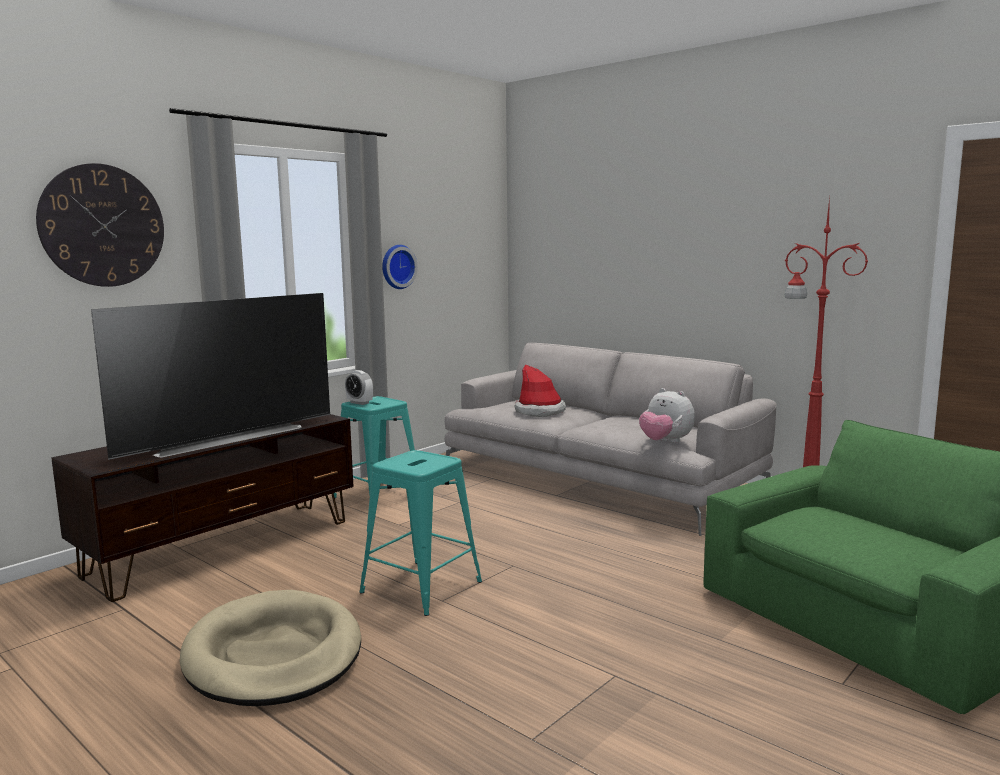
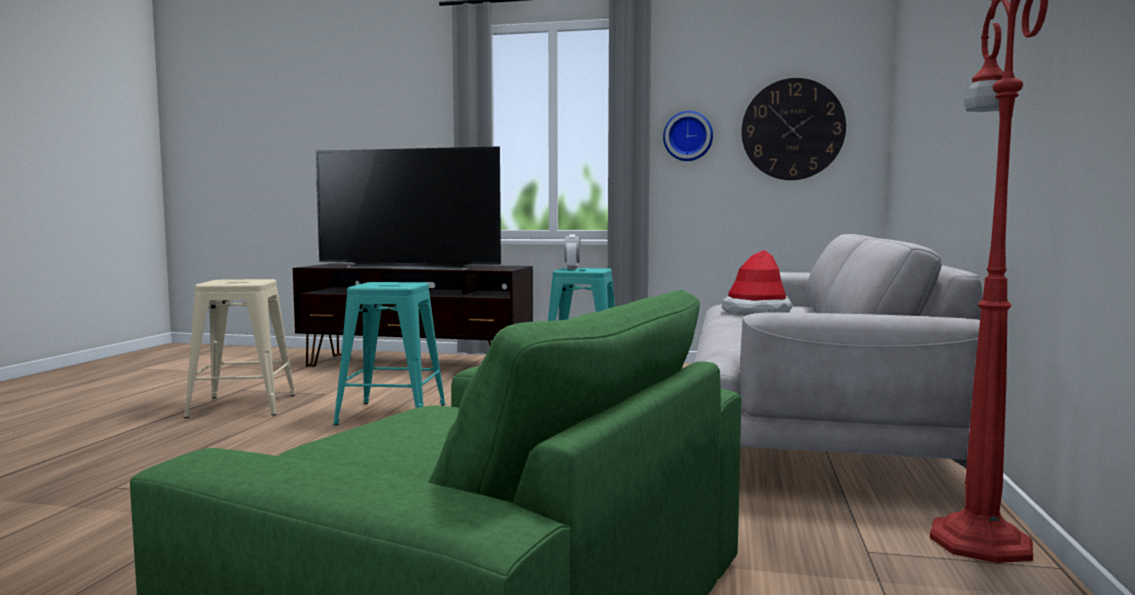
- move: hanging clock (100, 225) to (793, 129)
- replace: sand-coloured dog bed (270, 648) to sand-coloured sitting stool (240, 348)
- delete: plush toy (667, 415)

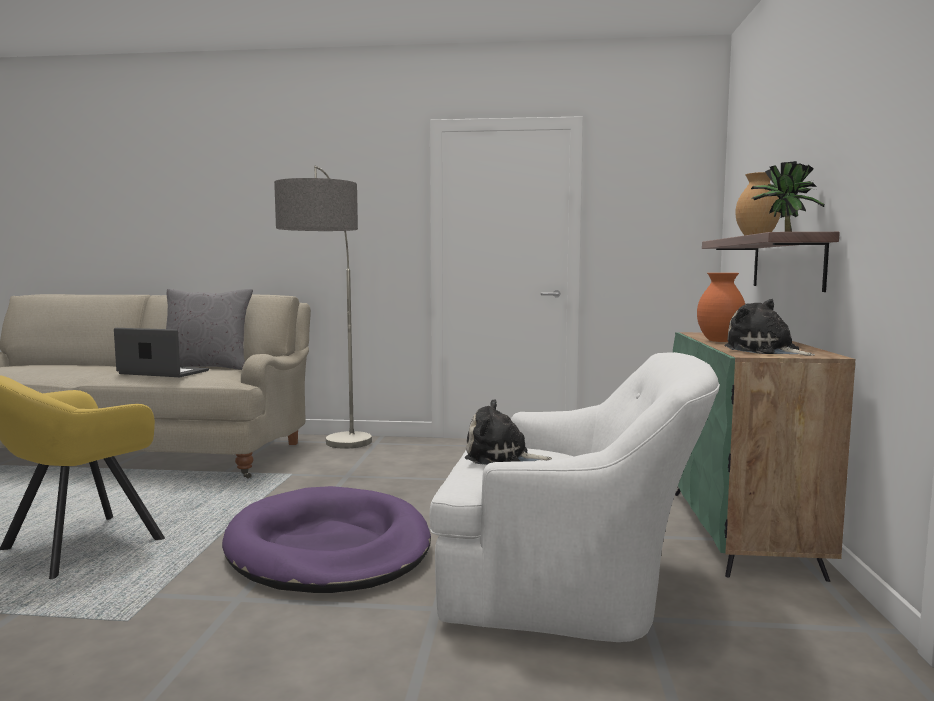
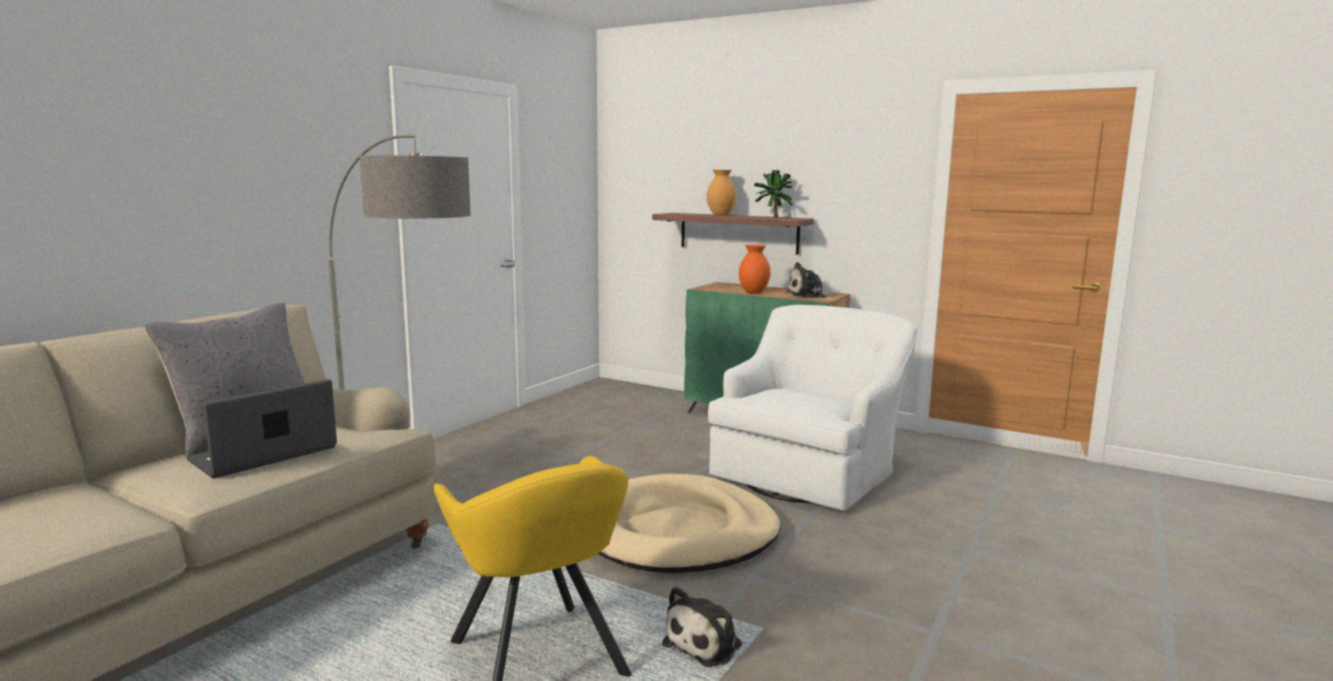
- recolor: purple dog bed (326, 539) to sand-coloured dog bed (689, 523)
- move: plush toy (508, 432) to (702, 626)

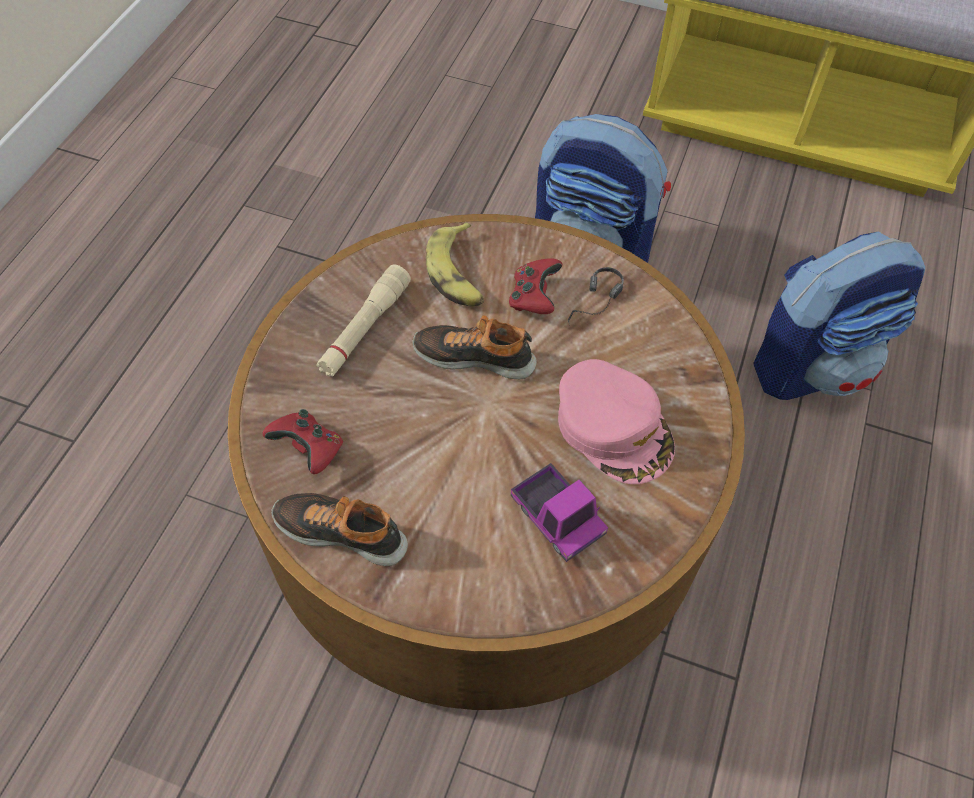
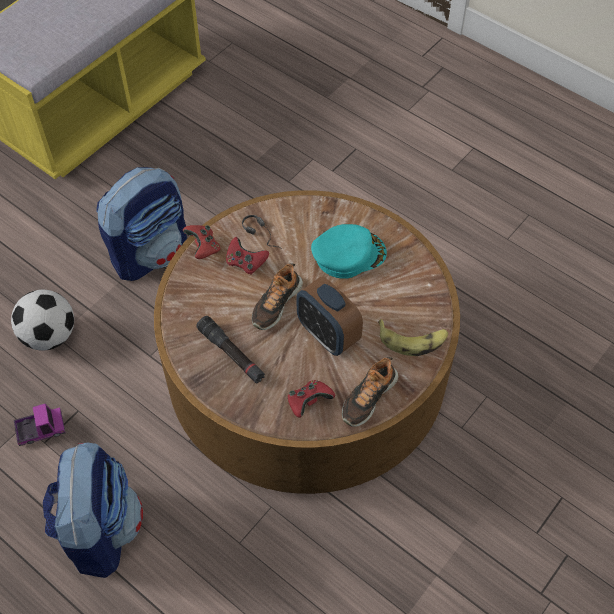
- recolor: sand-coloured hand torch (363, 320) to black hand torch (230, 349)
- move: whole banana (455, 264) to (413, 337)
- move: toy lorry (559, 512) to (39, 425)
- recolor: pink baseball cap (616, 421) to blue-green baseball cap (349, 251)
- move: knapsack (839, 316) to (93, 510)
- insert: football ball (42, 320)
- insert: reddish joypad (201, 242)
- insert: table clock (330, 316)

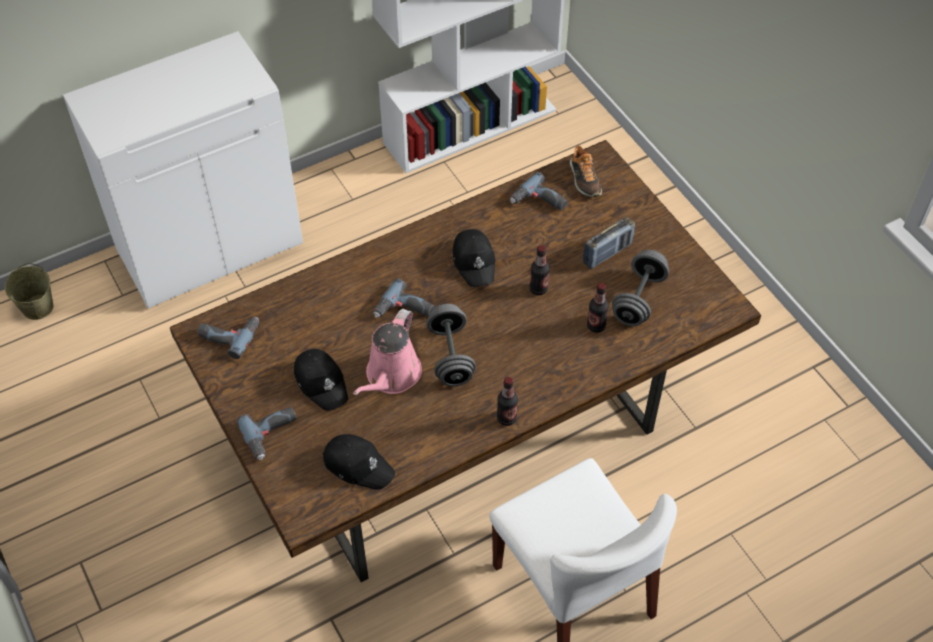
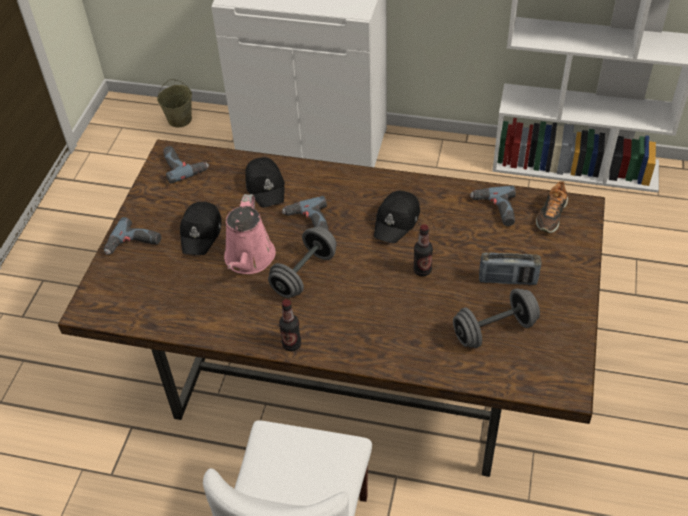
- move: black baseball cap (359, 462) to (265, 182)
- rotate: pink watering can (387, 352) = (250, 234) 60 degrees counterclockwise
- delete: drink bottle (598, 308)

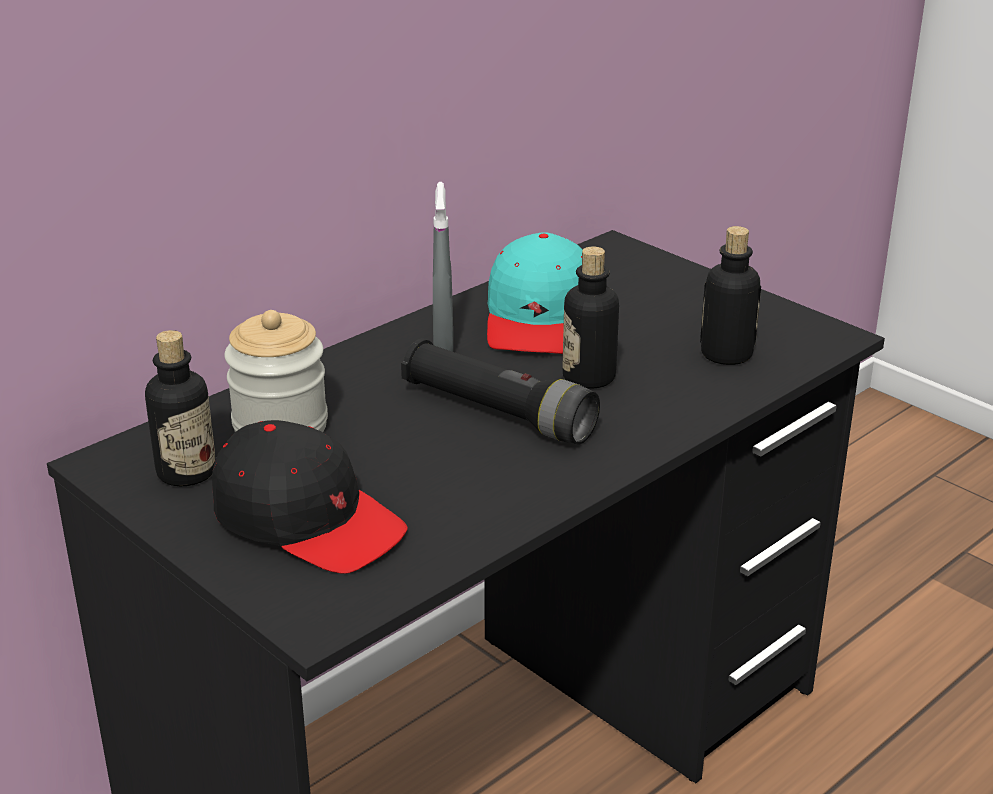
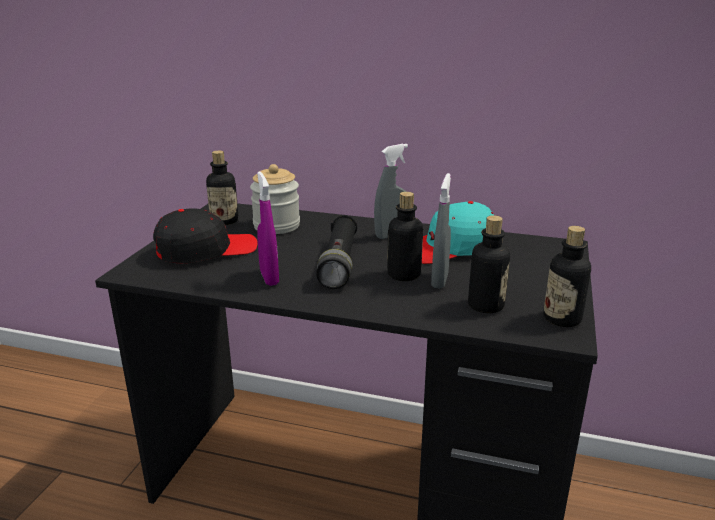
- rotate: black baseball cap (310, 497) = (205, 235) 120 degrees counterclockwise
- insert: purple sprayer (268, 229)
- insert: grey sprayer (441, 230)
- insert: drink bottle (567, 276)

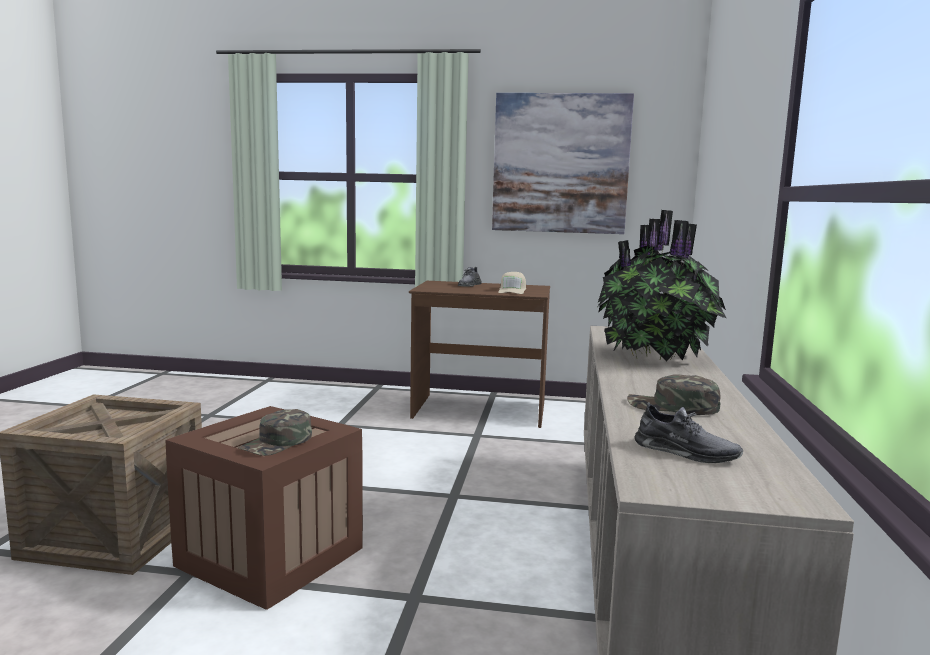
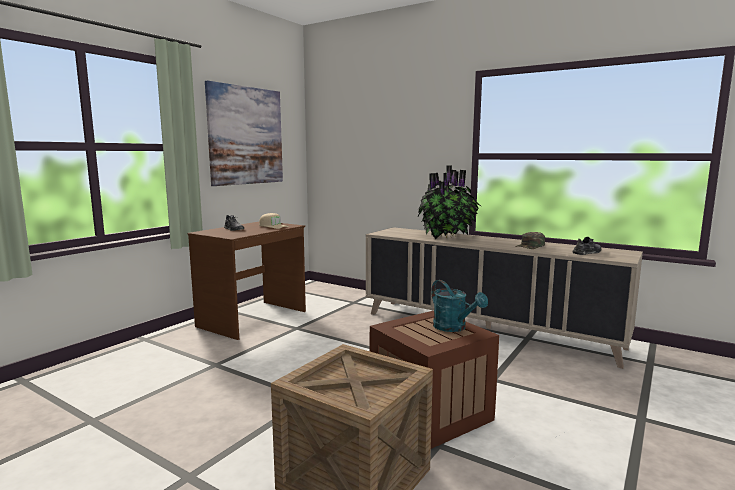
- replace: green baseball cap (275, 432) to blue-green watering can (459, 306)

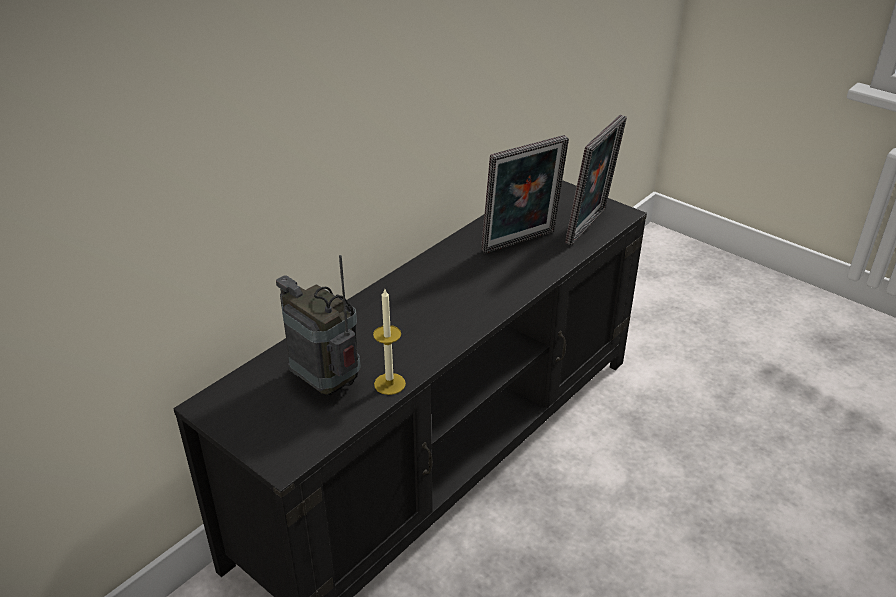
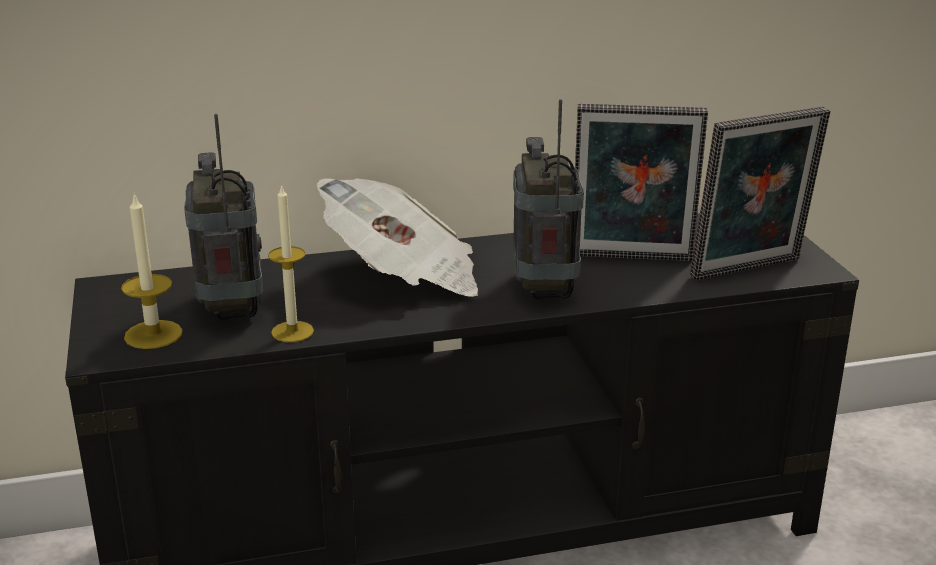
- insert: wax light (152, 271)
- insert: printed paper (397, 237)
- insert: radio receiver (548, 199)

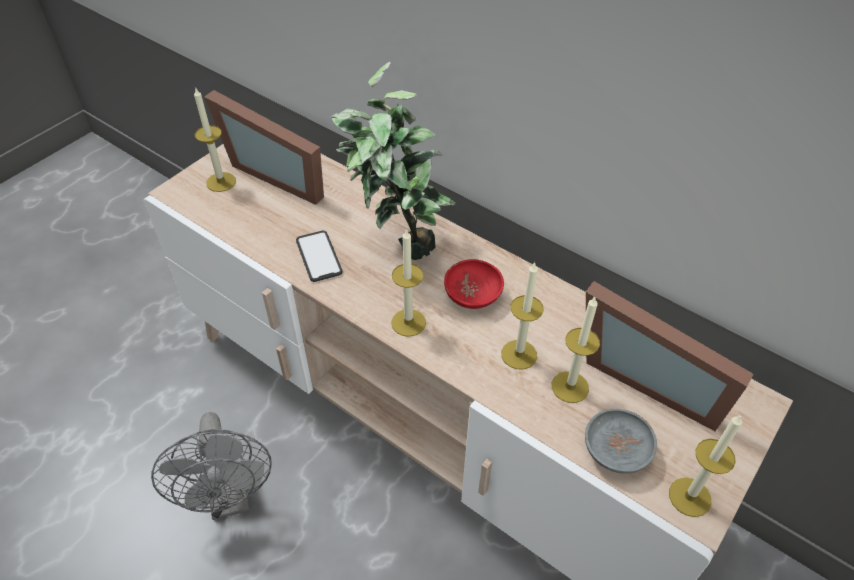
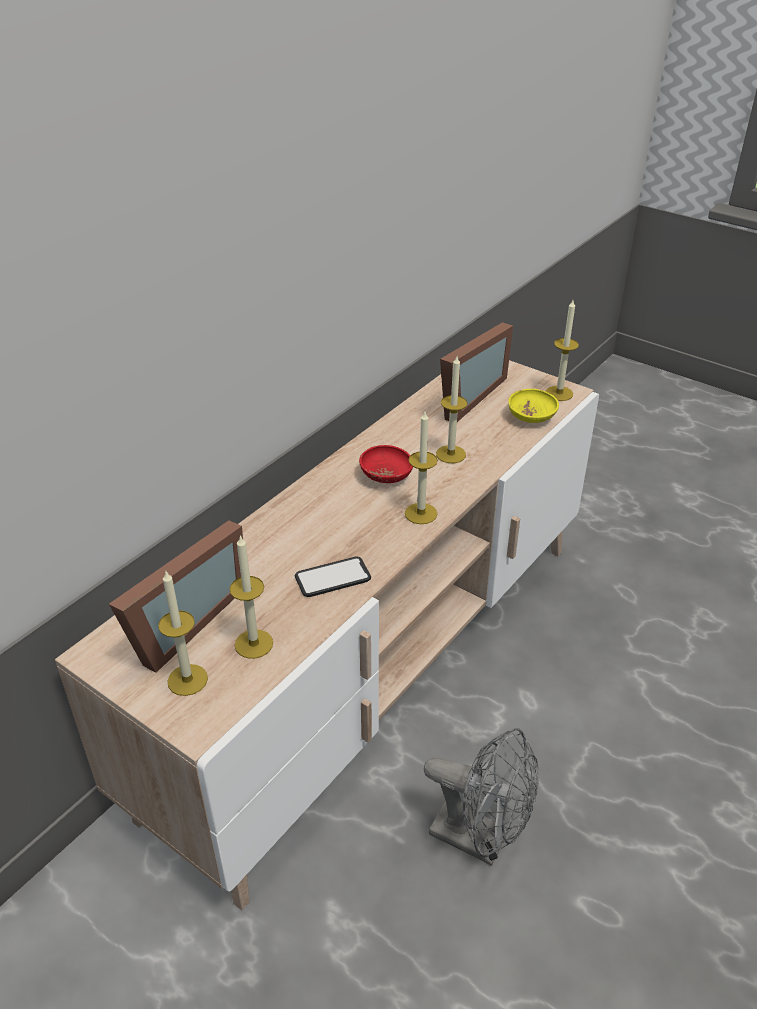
- rotate: grey cooling fan (211, 466) = (481, 797) 45 degrees clockwise
- delete: houseplant (392, 161)
- move: wax light (576, 350) to (251, 597)
- recolor: grey deep dish (621, 441) to yellow deep dish (533, 406)

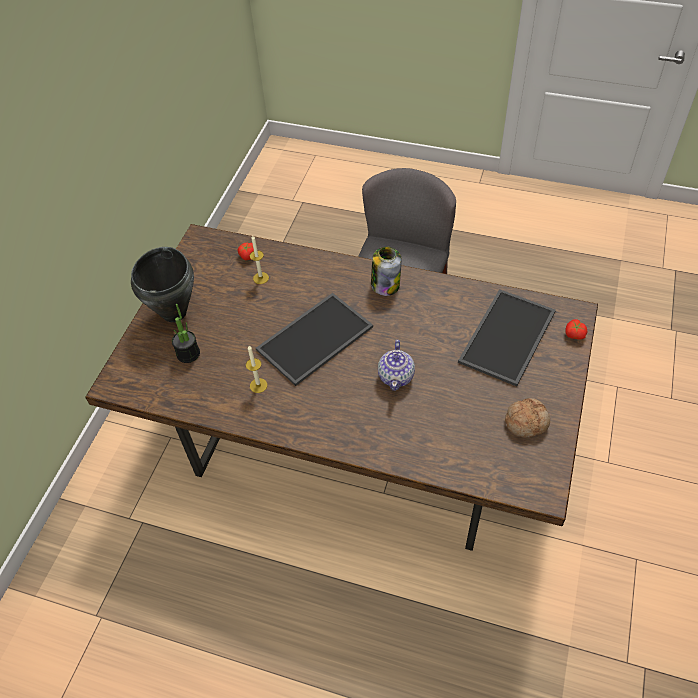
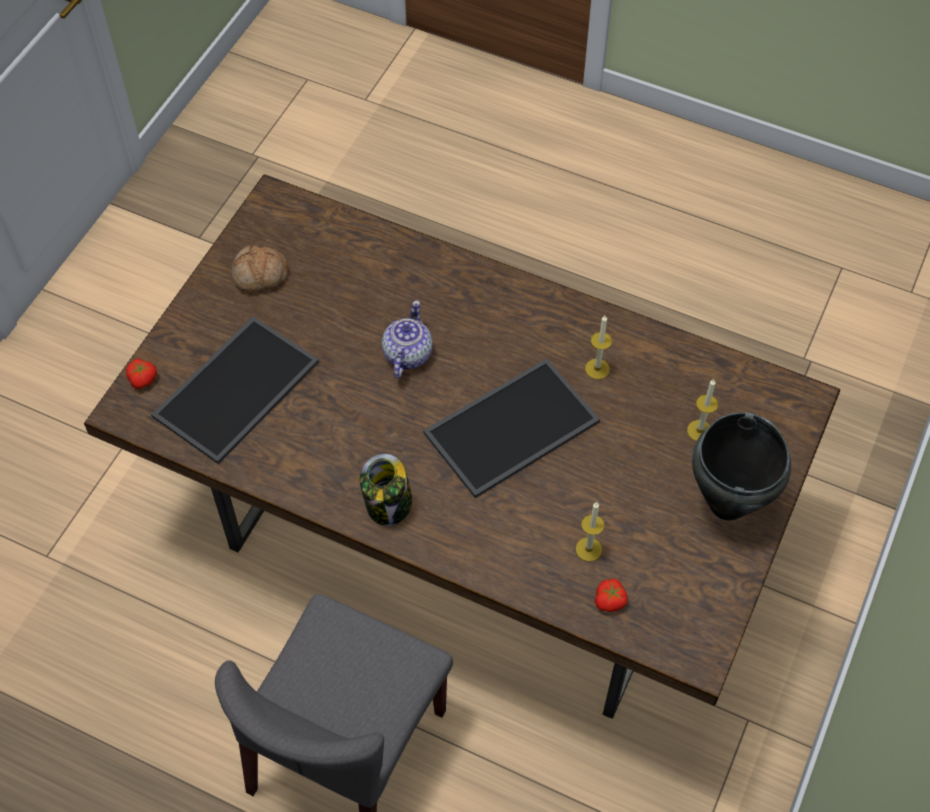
- replace: houseplant (186, 333) to wax light (702, 410)

